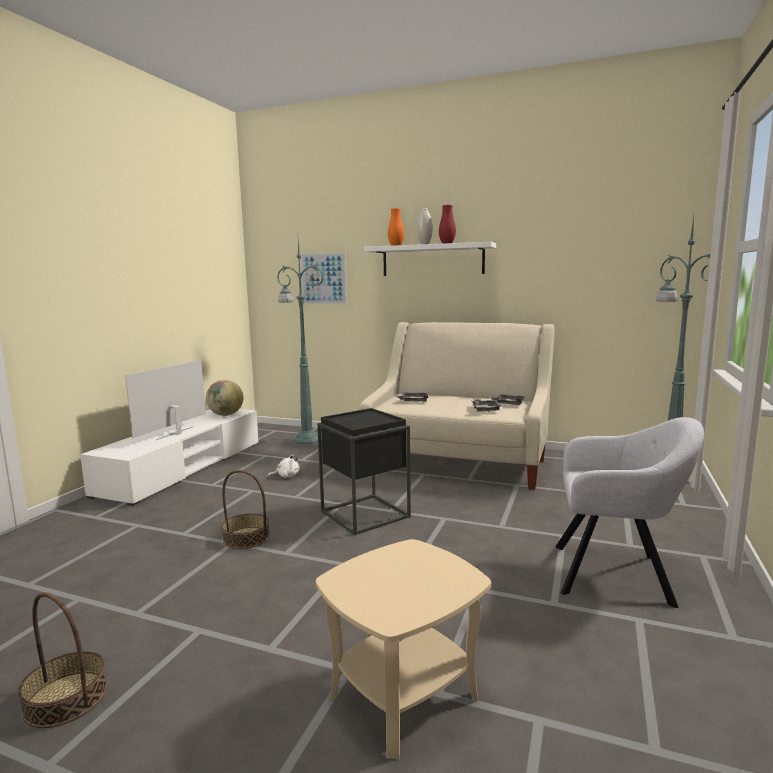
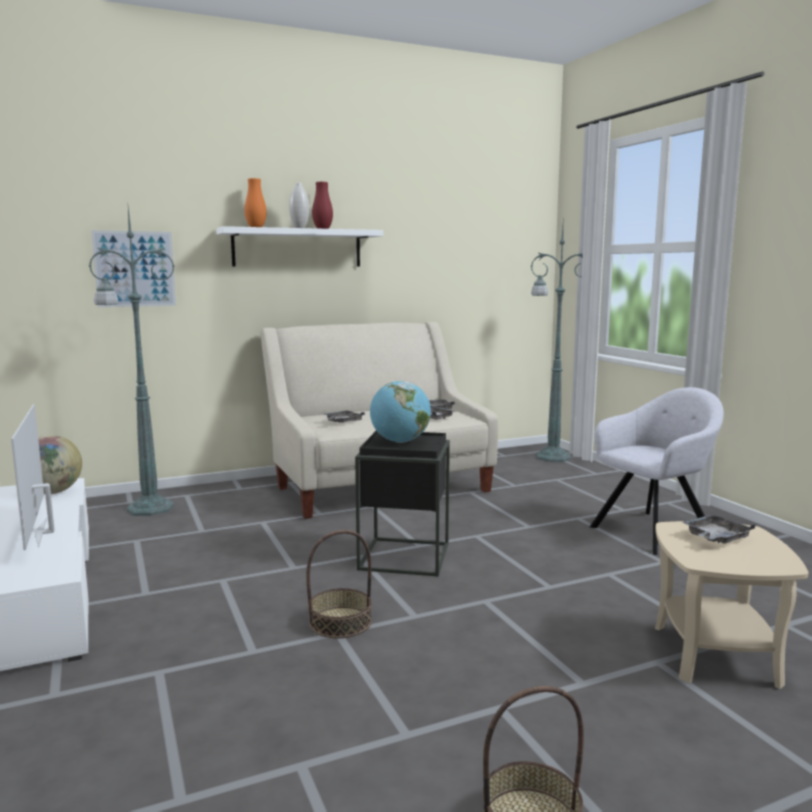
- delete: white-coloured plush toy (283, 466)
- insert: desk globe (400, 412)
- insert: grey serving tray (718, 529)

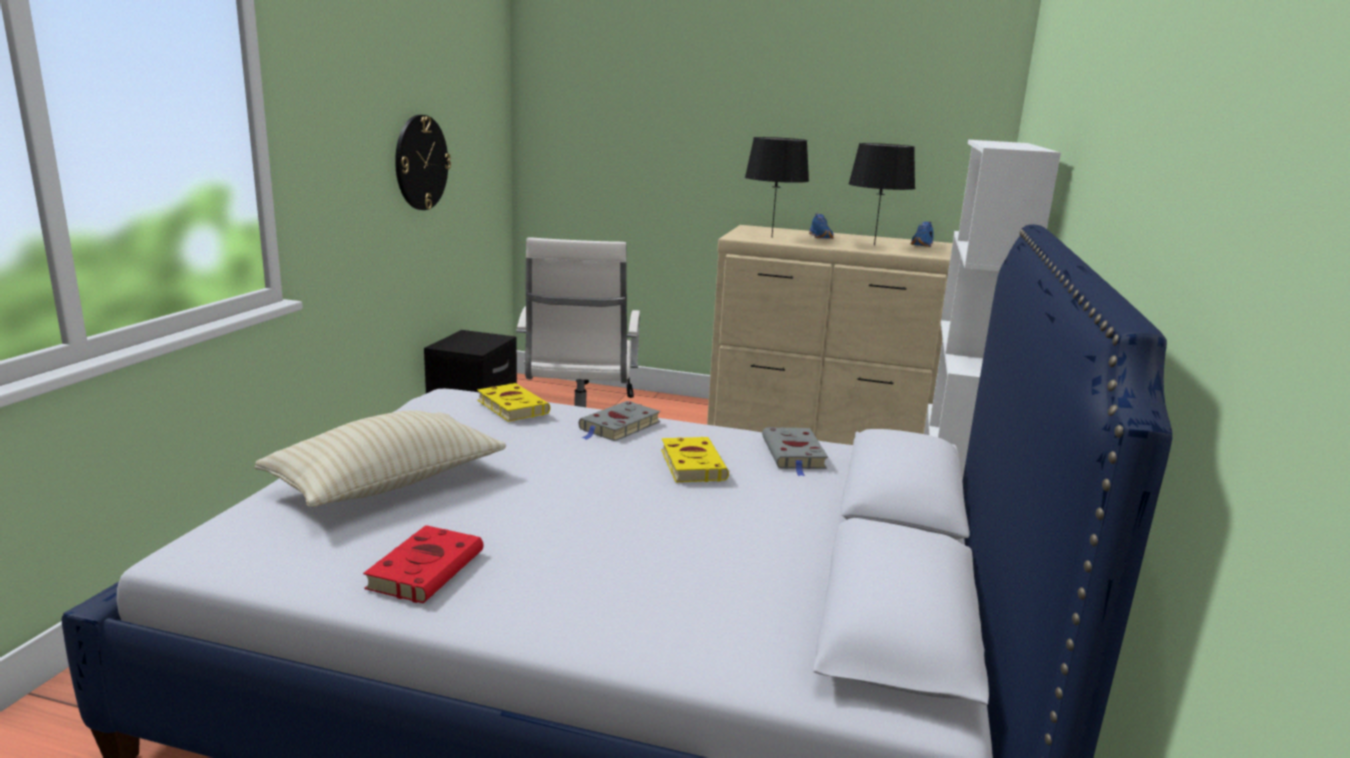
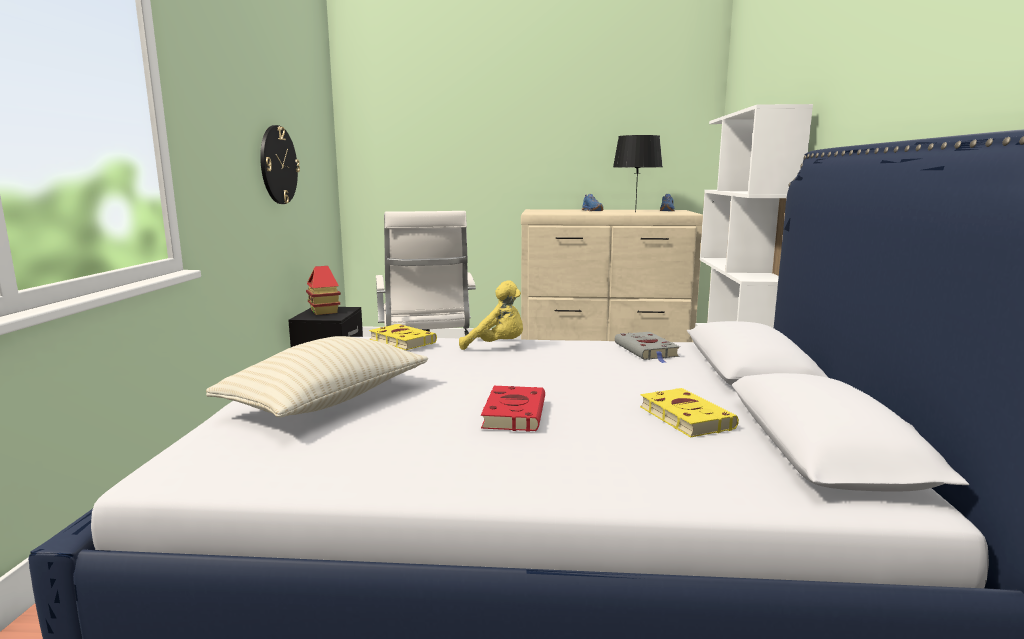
- move: reddish book (423, 564) to (513, 409)
- replace: grey book (620, 421) to yellow plush toy (491, 315)
- move: yellow book (695, 459) to (689, 413)
- delete: black table lamp (777, 187)
- insert: model house (323, 290)

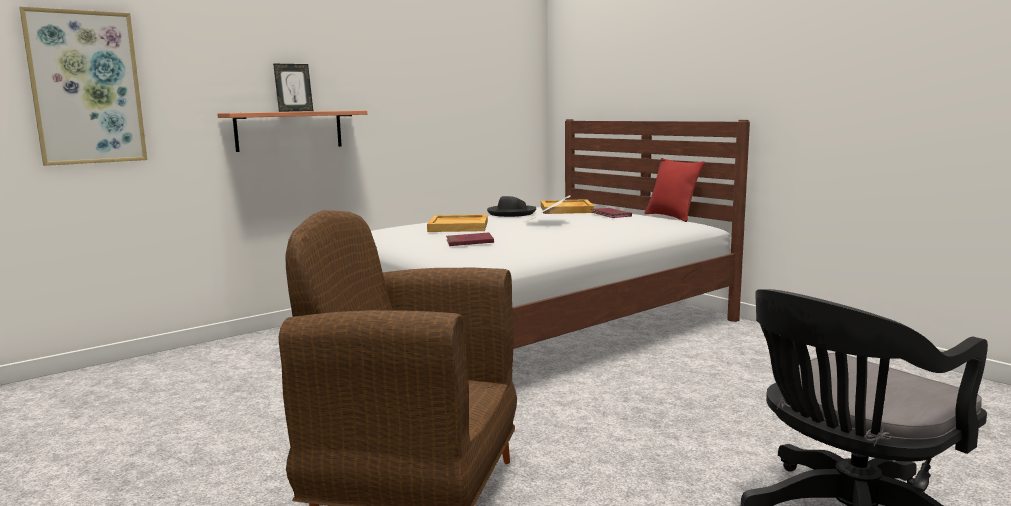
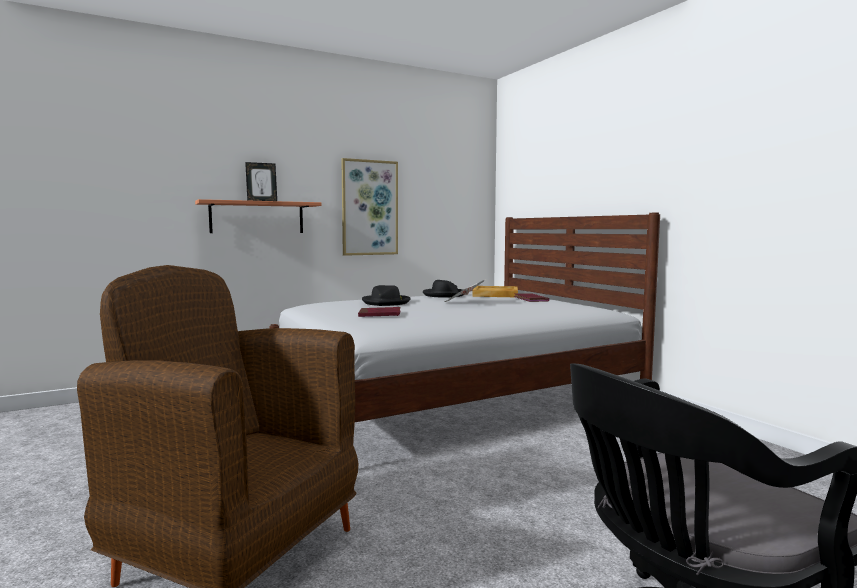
- move: picture (83, 86) to (369, 207)
- replace: sand-coloured serving tray (457, 223) to black wearable hat (386, 295)
- delete: reddish pillow (674, 190)

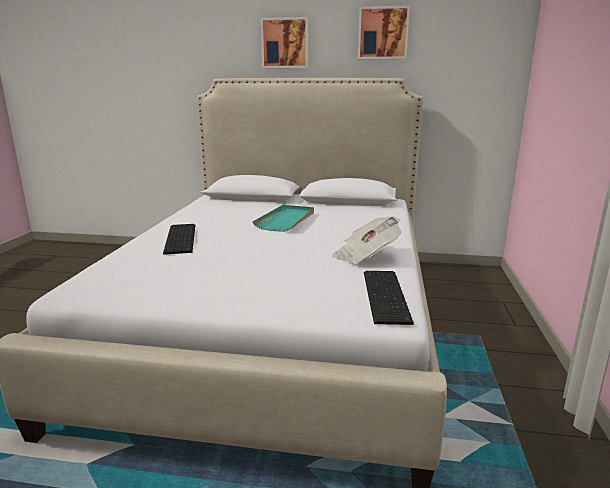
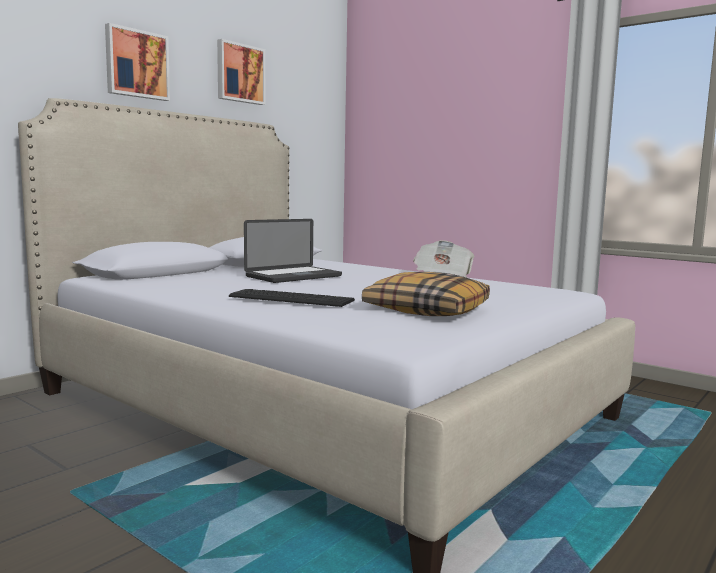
- replace: blue-green serving tray (283, 218) to portable computer (293, 251)
- delete: PC keyboard (389, 298)
- insert: pillow (426, 294)

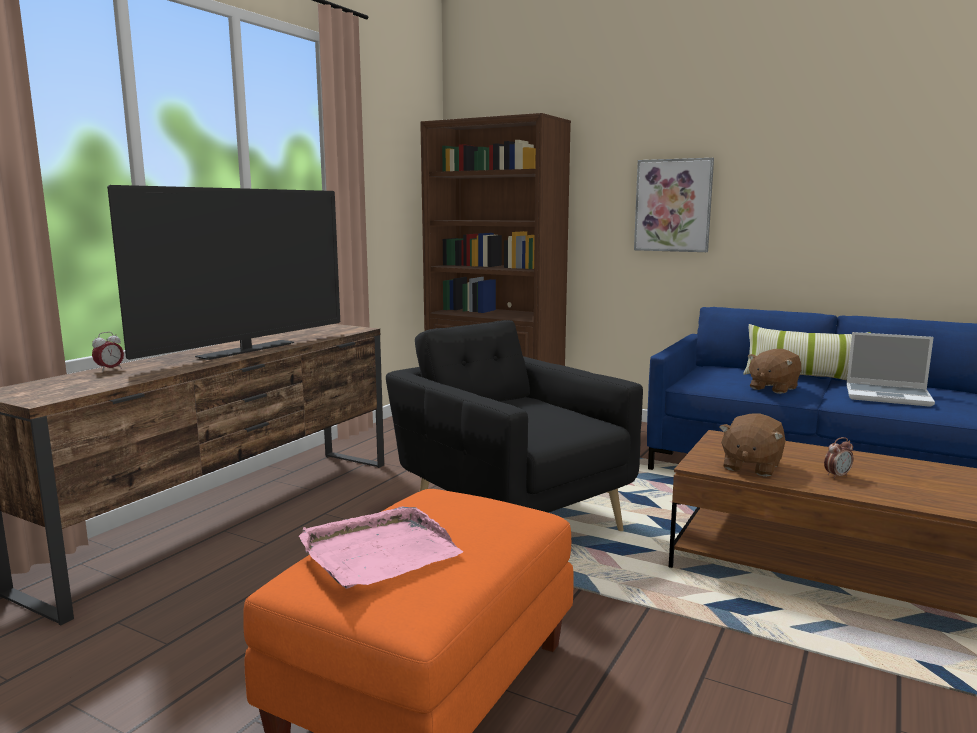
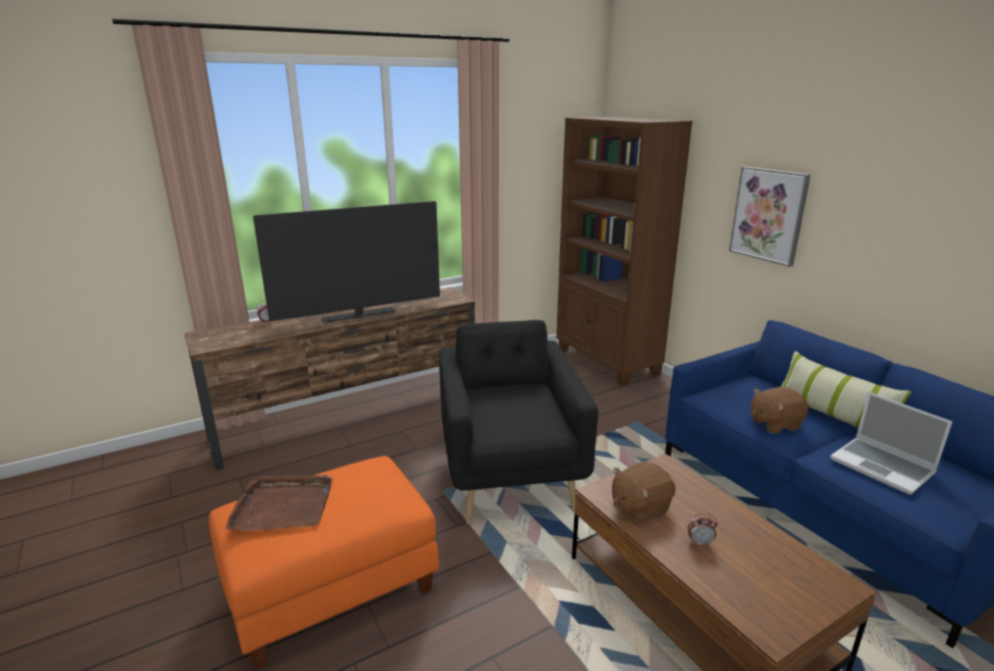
- recolor: pink serving tray (381, 547) to brown serving tray (279, 503)

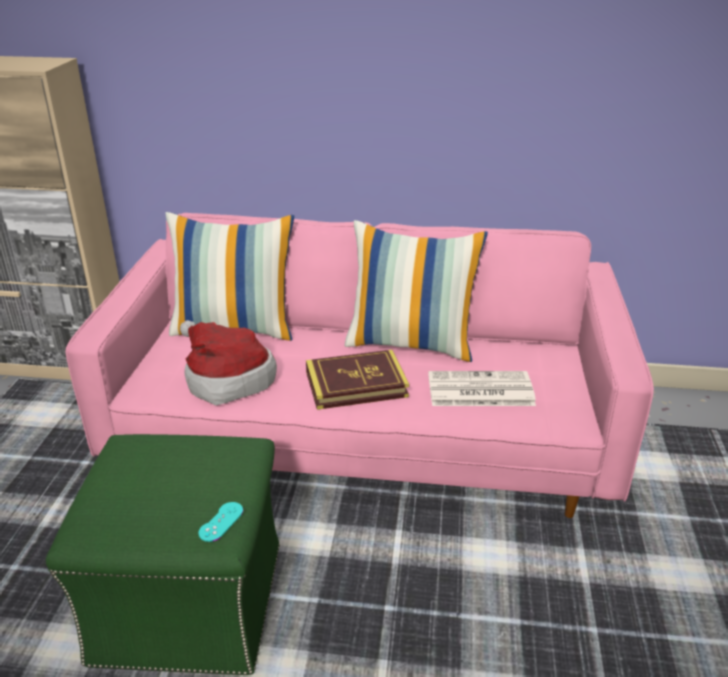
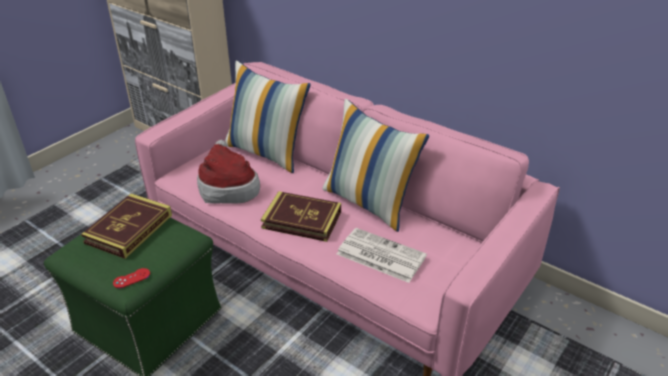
- recolor: blue-green joypad (221, 522) to reddish joypad (131, 278)
- insert: book (126, 226)

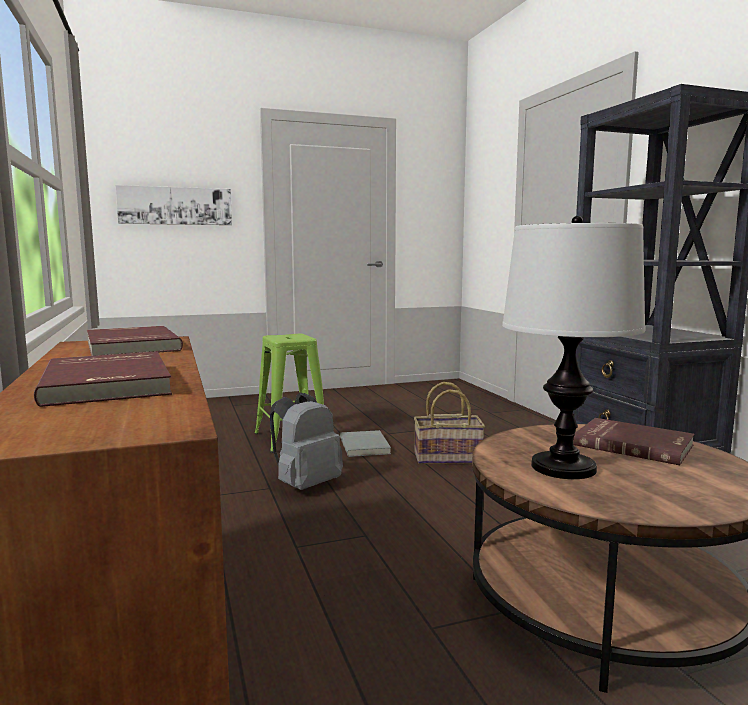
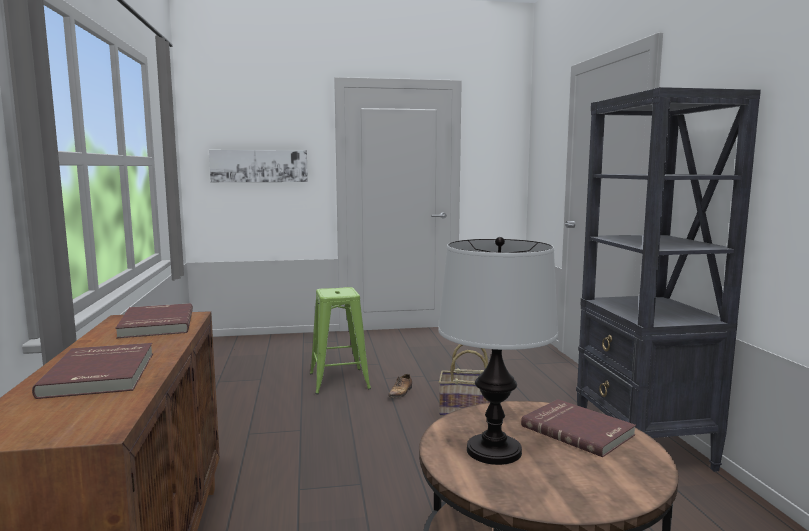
- delete: grey knapsack (306, 441)
- replace: grey book (365, 443) to item of footwear (400, 386)

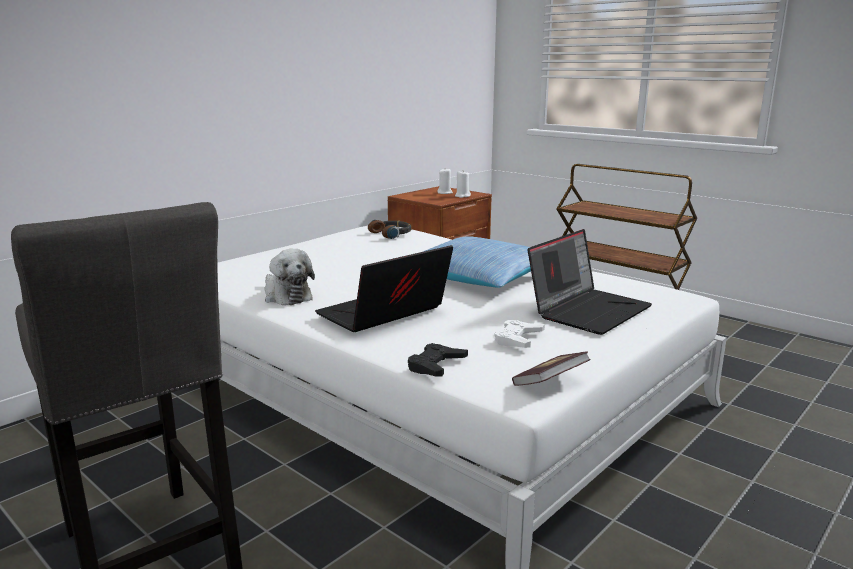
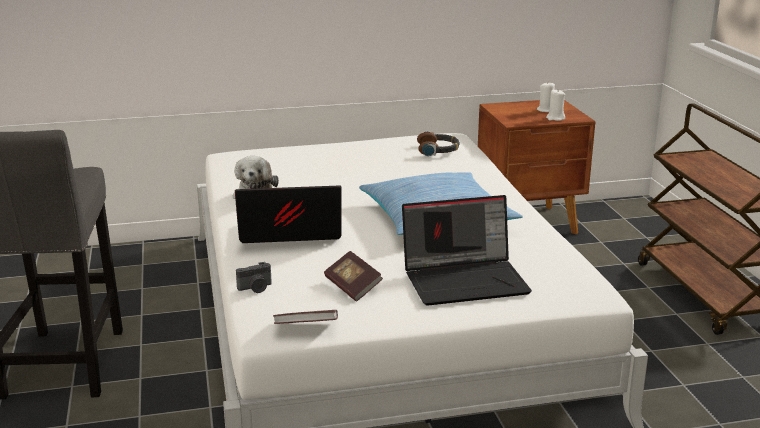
- replace: black joypad (438, 359) to photo camera (254, 277)
- replace: white-coloured joypad (519, 334) to book (353, 276)

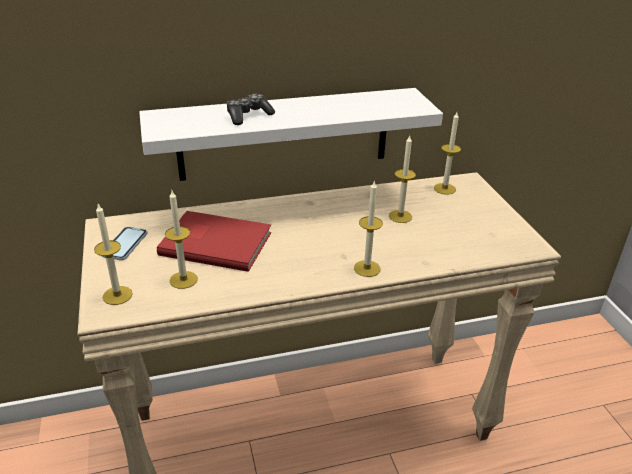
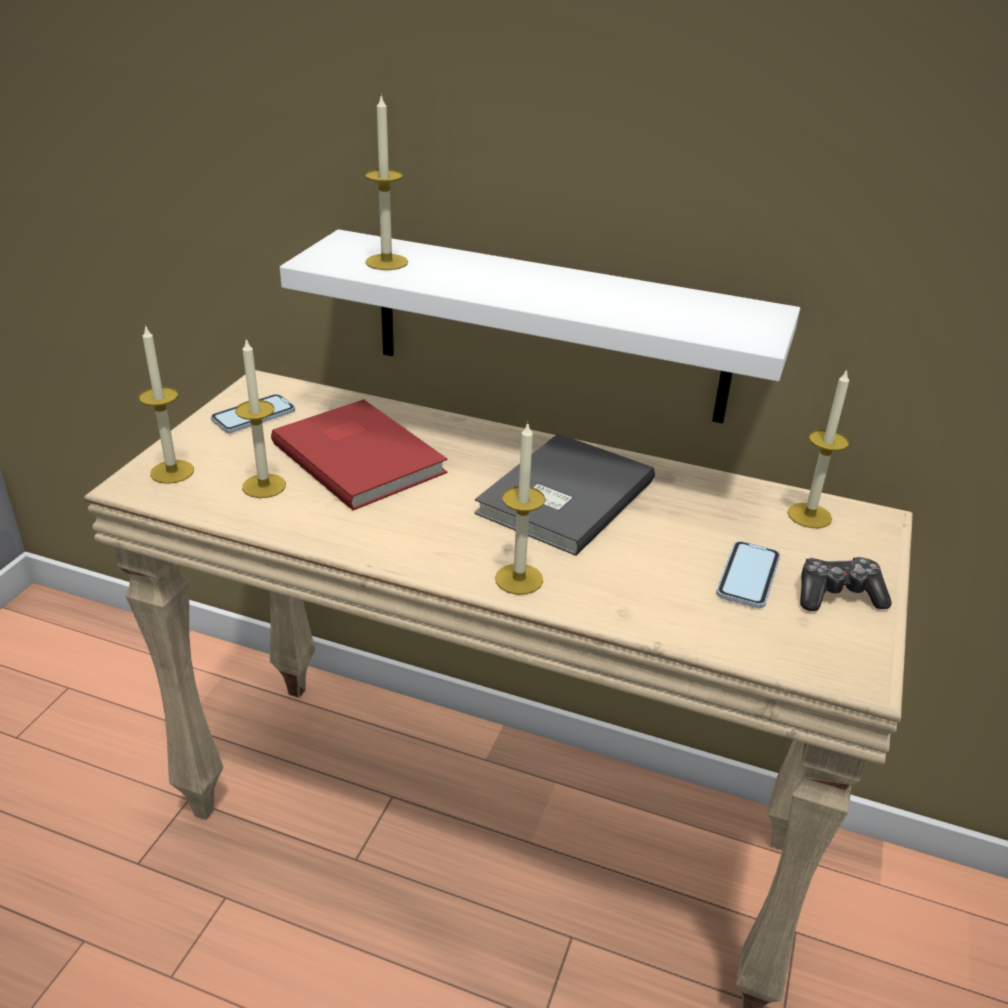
- move: joypad (251, 109) to (846, 584)
- move: wax light (402, 179) to (386, 182)
- insert: grey book (564, 495)
- insert: handset (748, 574)

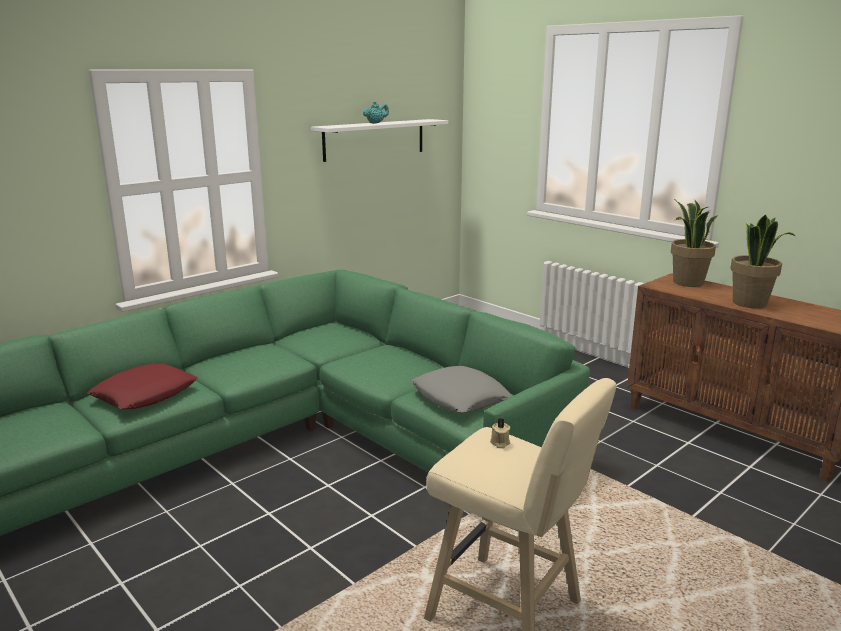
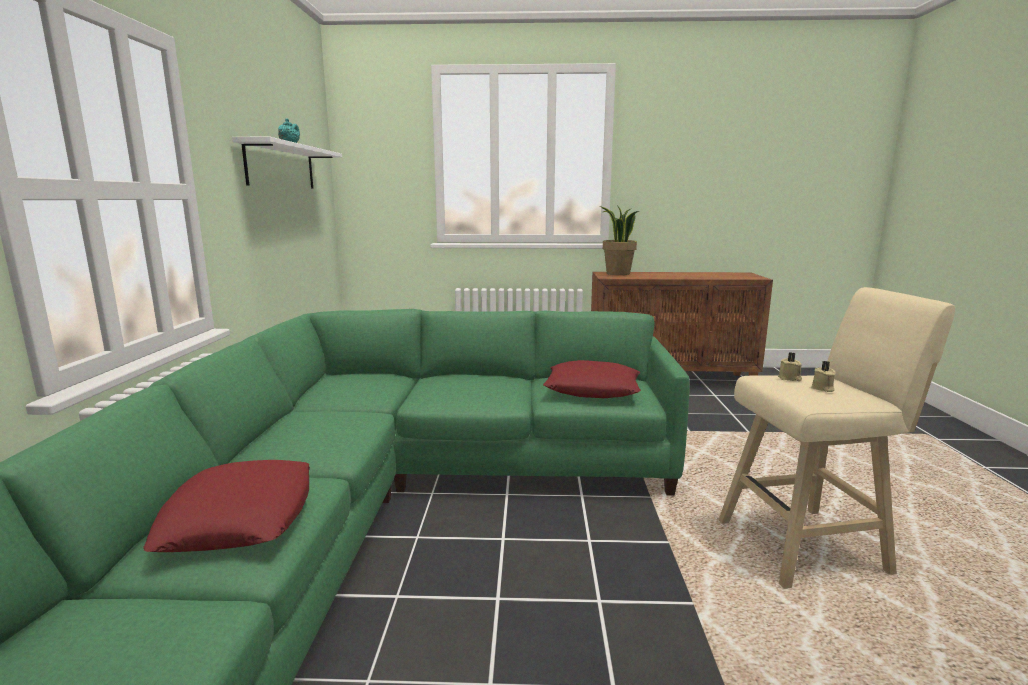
- recolor: grey pillow (461, 389) to reddish pillow (592, 379)
- delete: houseplant (762, 261)
- insert: sand-coloured wax light (823, 376)

